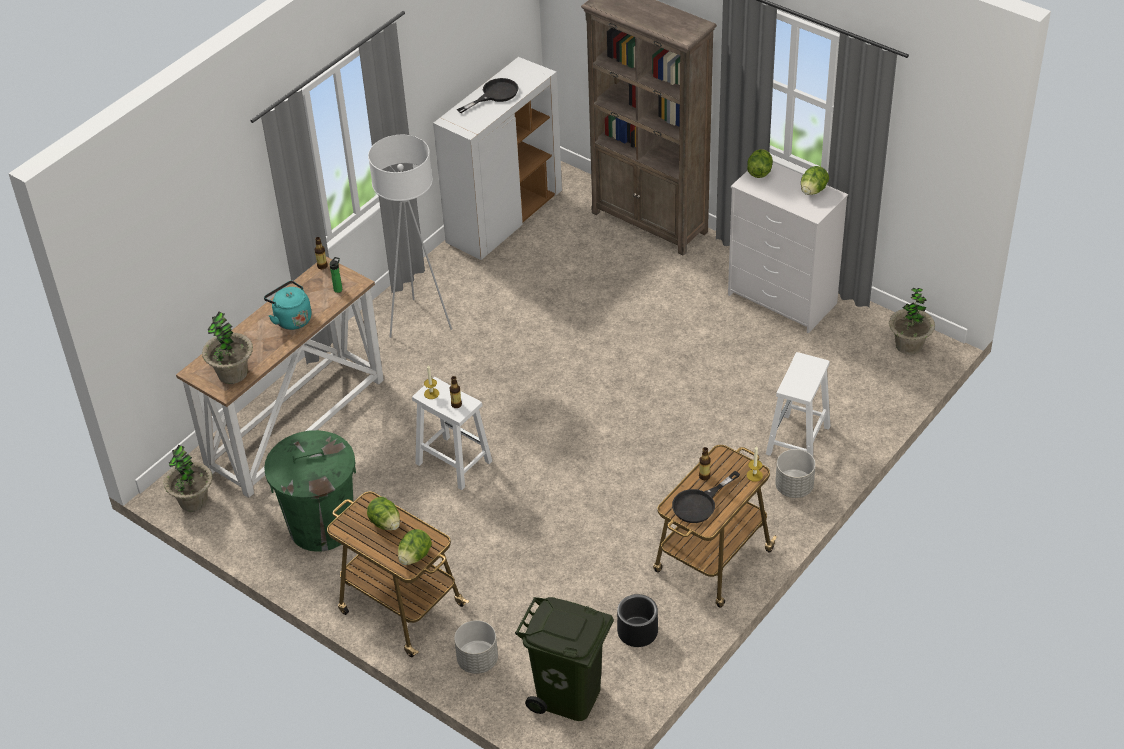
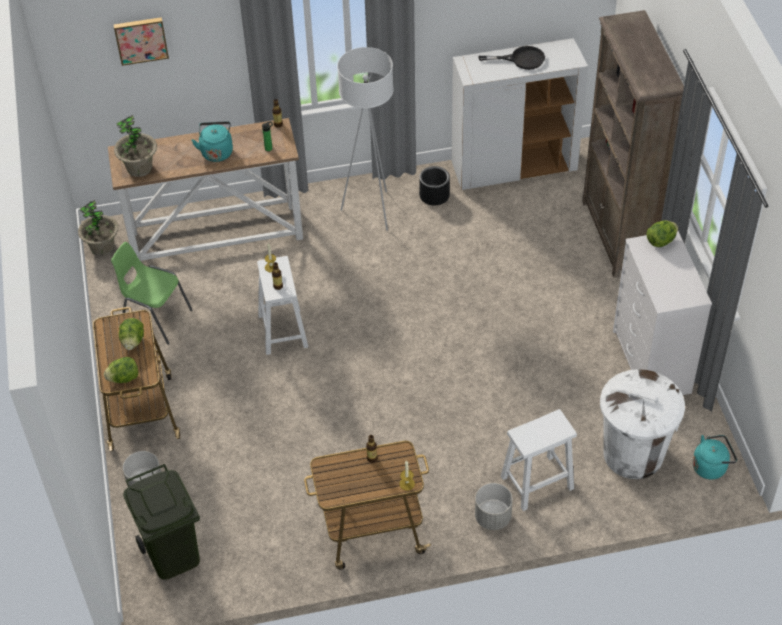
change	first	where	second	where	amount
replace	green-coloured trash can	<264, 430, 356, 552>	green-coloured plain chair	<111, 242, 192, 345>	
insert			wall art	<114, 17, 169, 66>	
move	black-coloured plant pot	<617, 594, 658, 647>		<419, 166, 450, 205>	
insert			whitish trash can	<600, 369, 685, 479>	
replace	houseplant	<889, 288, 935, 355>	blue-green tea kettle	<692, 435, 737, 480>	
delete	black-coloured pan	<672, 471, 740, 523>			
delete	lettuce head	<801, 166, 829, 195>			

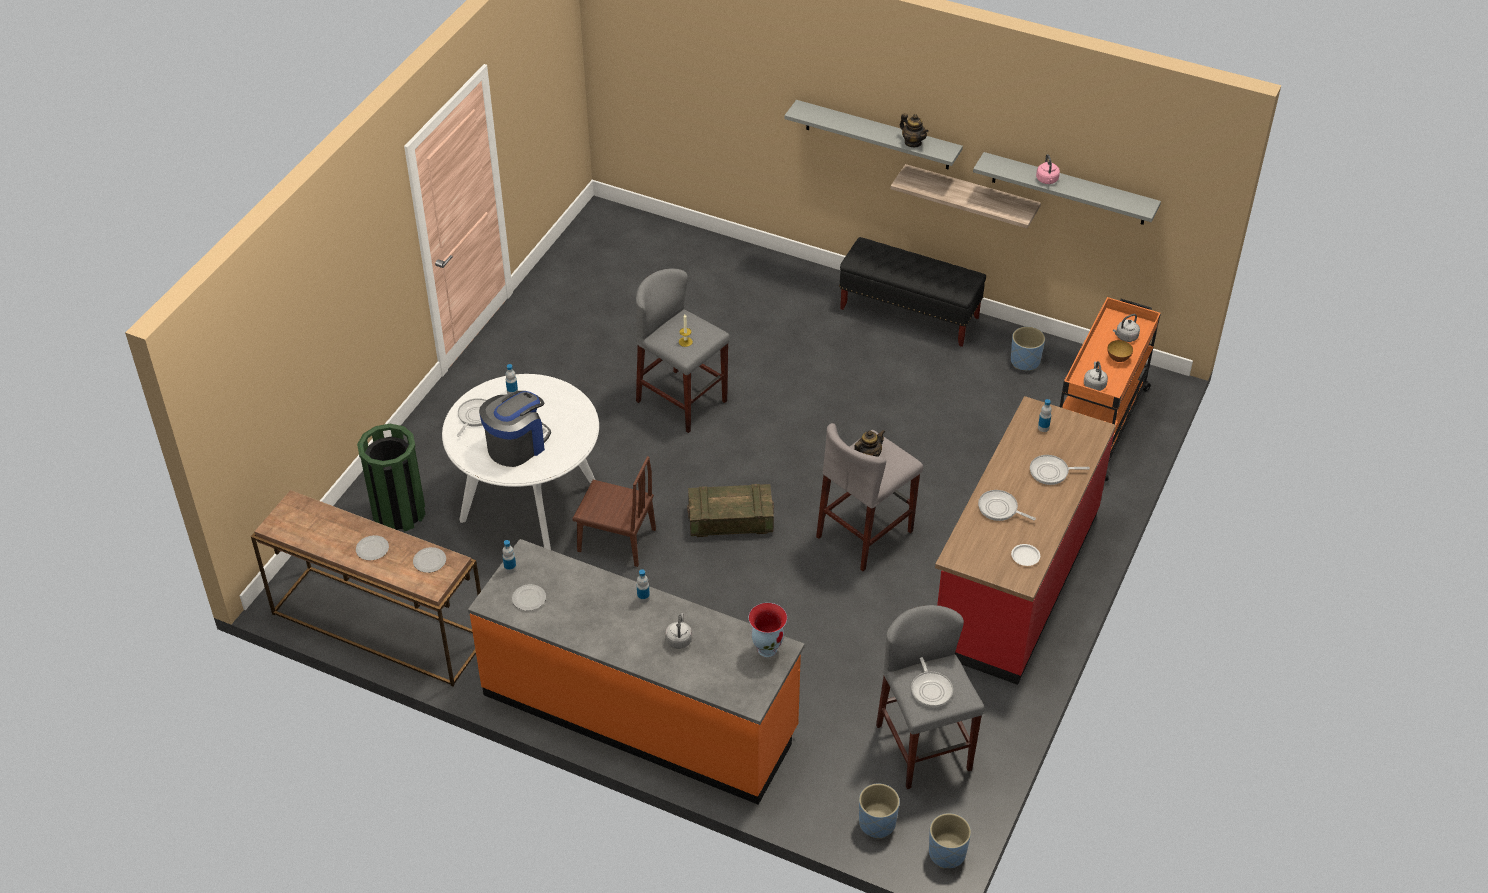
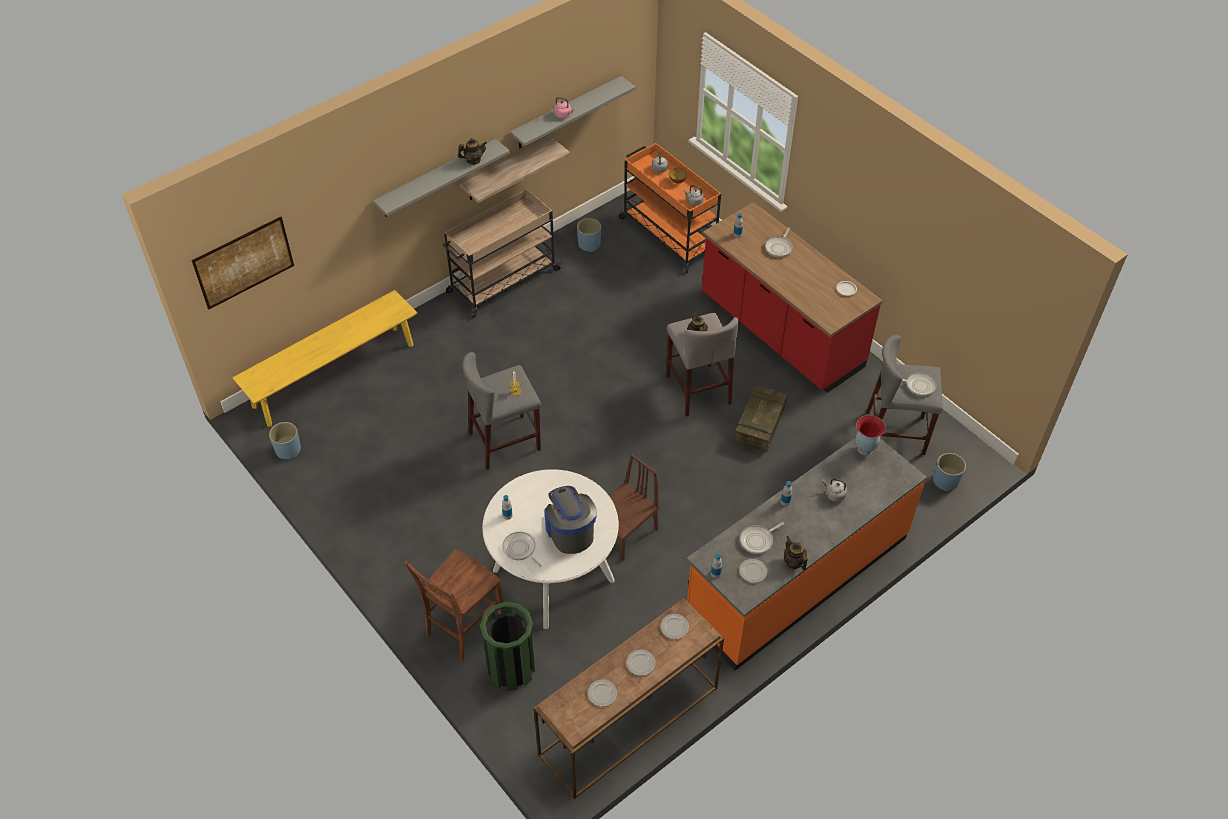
change	first	where	second	where	amount
insert			wall art	<192, 217, 294, 309>	
insert			yellow long seat	<232, 290, 417, 427>	
move	blue-coloured plant pot	<929, 813, 971, 869>		<269, 422, 301, 459>	
insert			brownish plain chair	<404, 549, 503, 662>	
replace	black-coloured long seat	<839, 237, 986, 347>	sand-coloured trolley	<443, 189, 562, 318>	
insert			plate	<587, 679, 617, 707>	
move	packing crate	<687, 484, 774, 537>		<734, 385, 788, 452>	
move	pan	<978, 490, 1036, 521>		<740, 522, 784, 554>	
insert			pot for tea	<784, 536, 808, 570>	

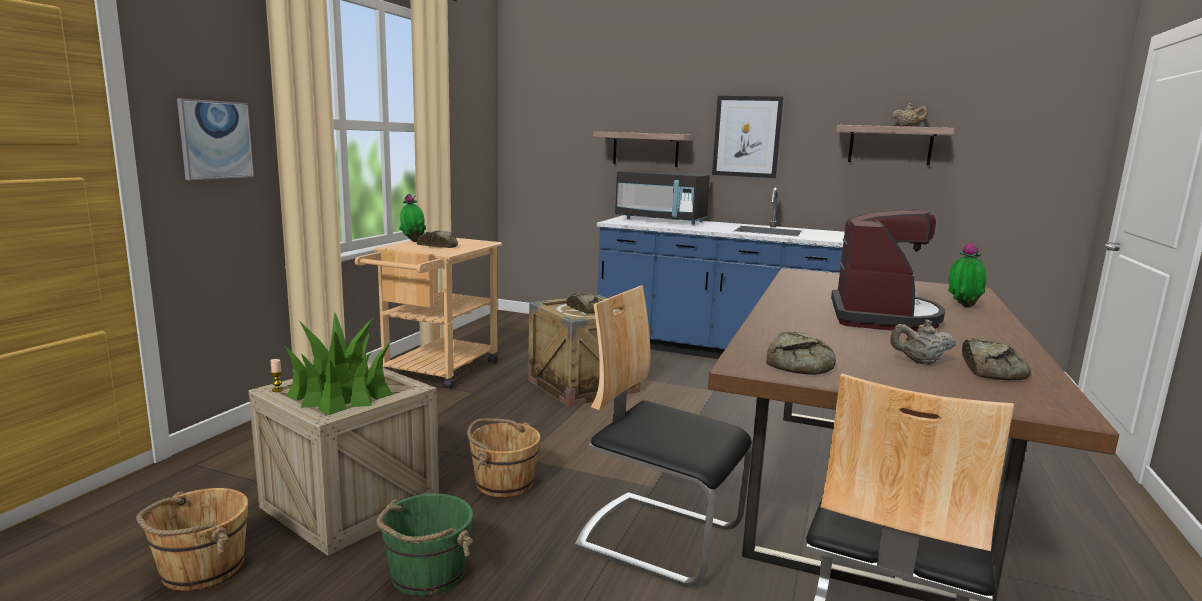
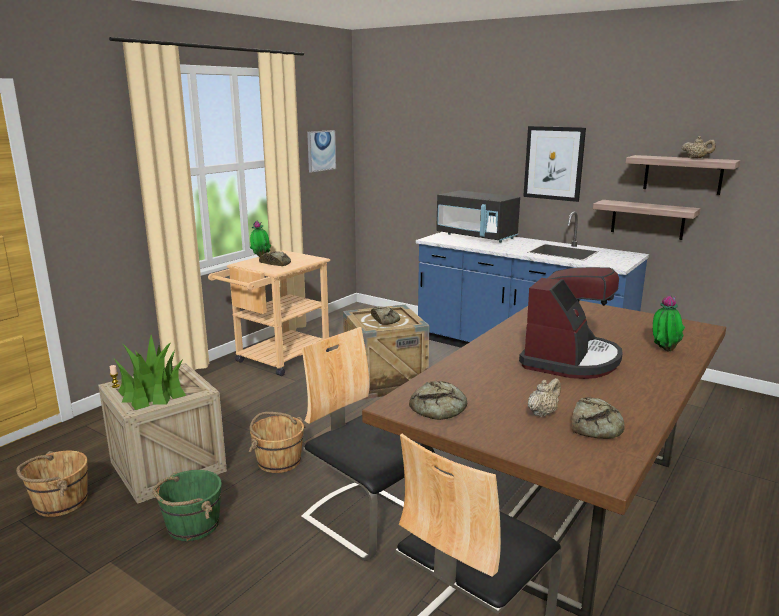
change	first	where	second	where	amount
move	wall art	<177, 98, 254, 180>		<307, 130, 336, 172>	
rotate	sand-coloured pot for tea	<890, 320, 955, 365>		<528, 378, 561, 417>	120 degrees clockwise
move	wall shelf	<593, 131, 691, 167>		<593, 200, 701, 240>	

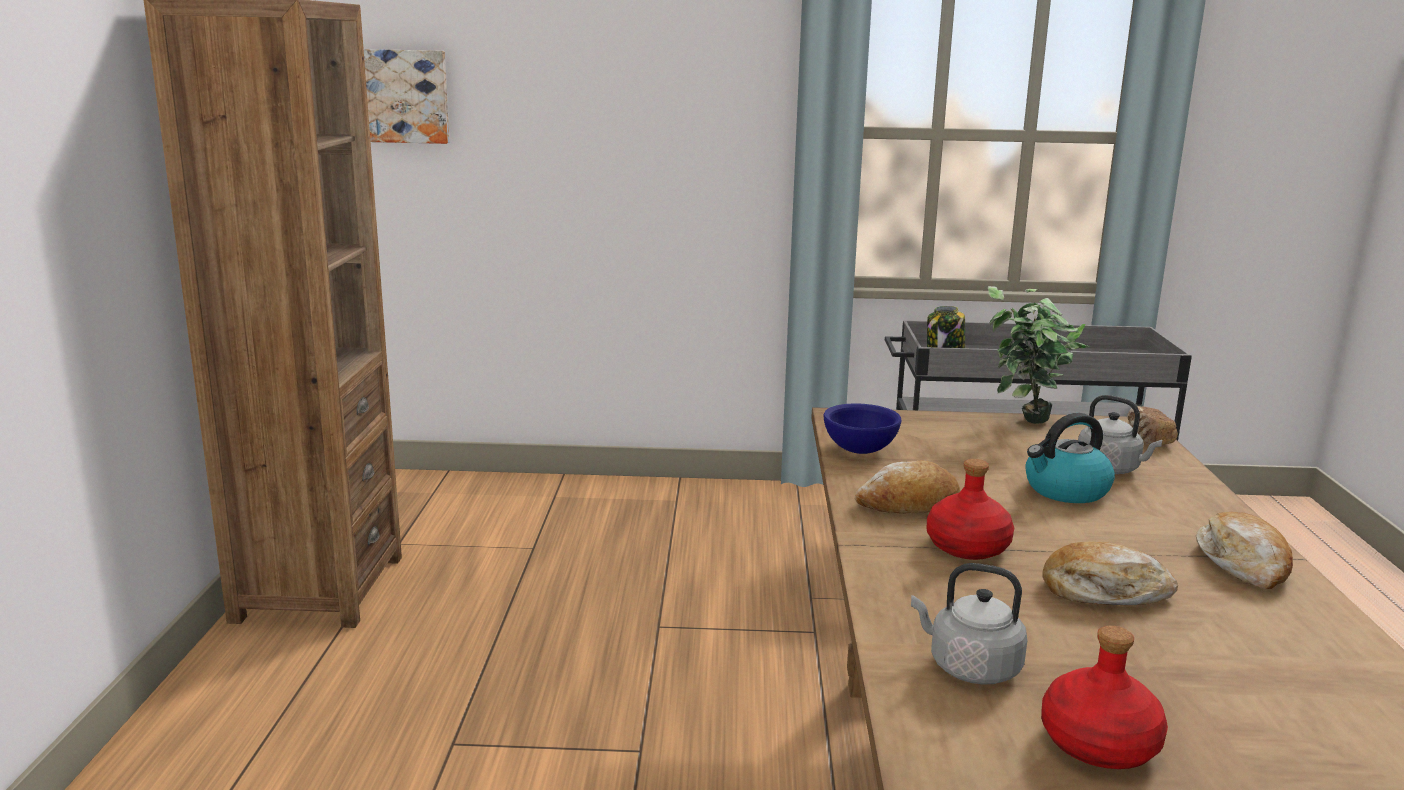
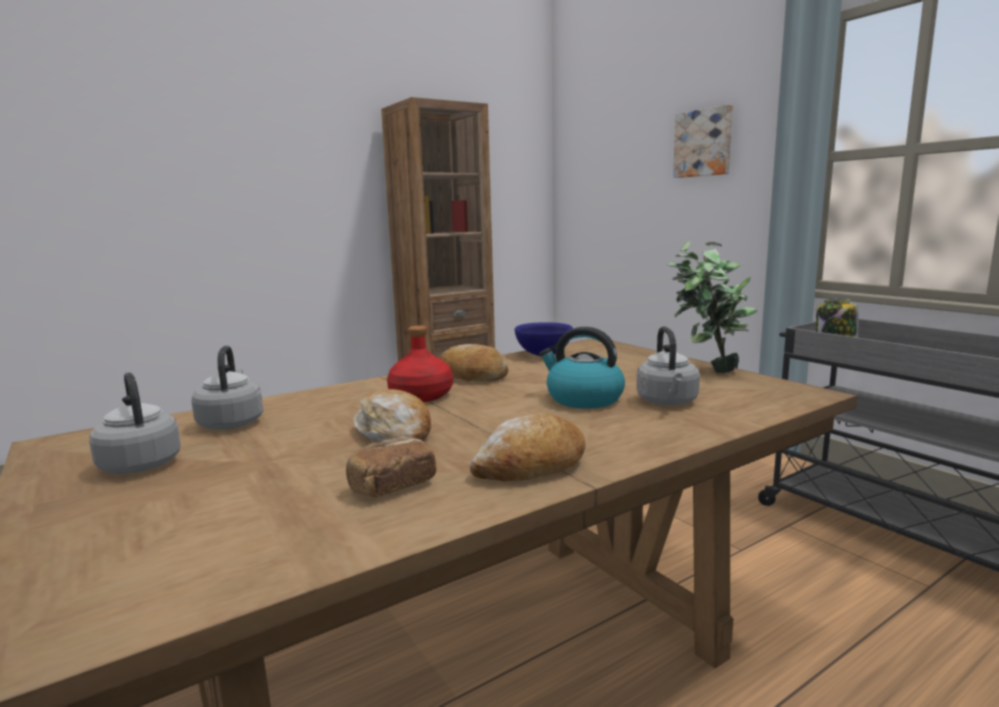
change	first	where	second	where	amount
replace	reddish bottle	<1041, 626, 1168, 769>	gray tea kettle	<89, 372, 181, 474>	
move	bakery bread	<1127, 406, 1178, 445>		<346, 438, 437, 497>	
move	wall art	<364, 49, 450, 144>		<673, 104, 733, 178>	

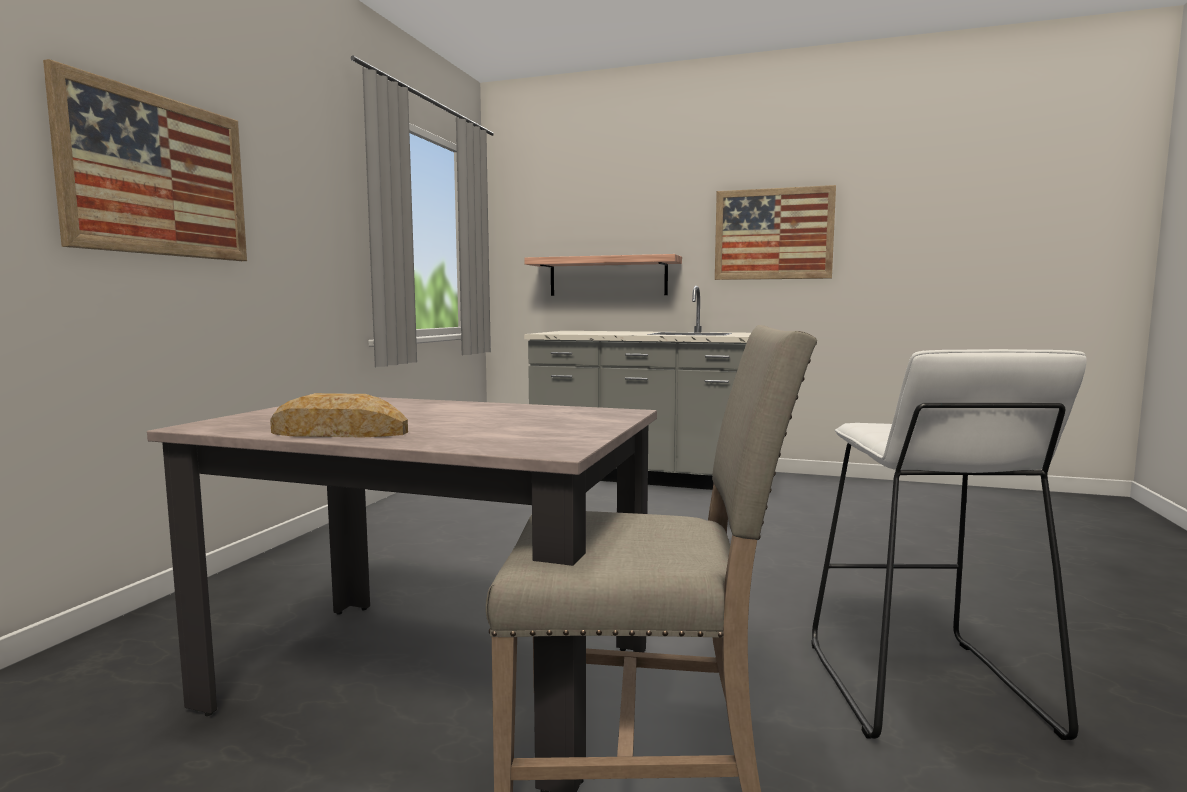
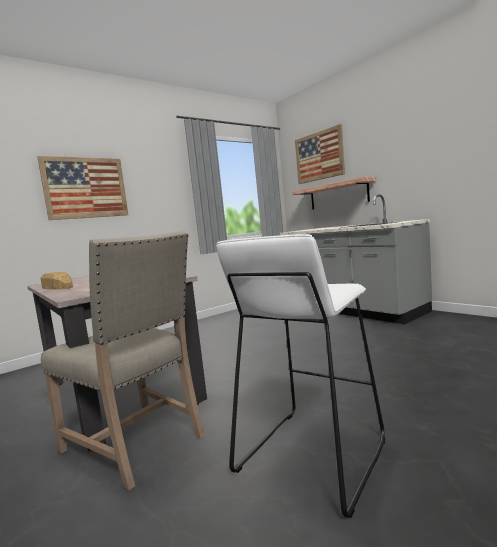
change	first	where	second	where	amount
move	wall art	<715, 185, 836, 280>		<295, 124, 345, 184>	

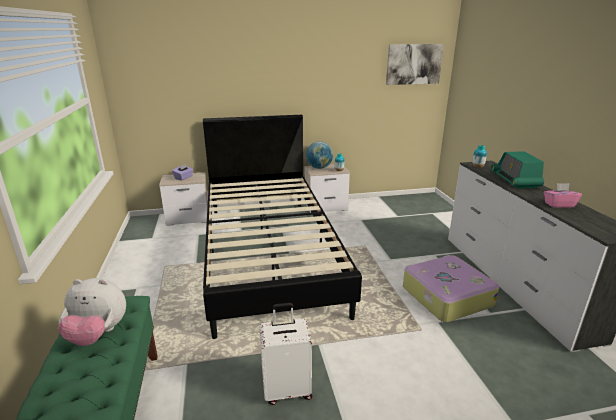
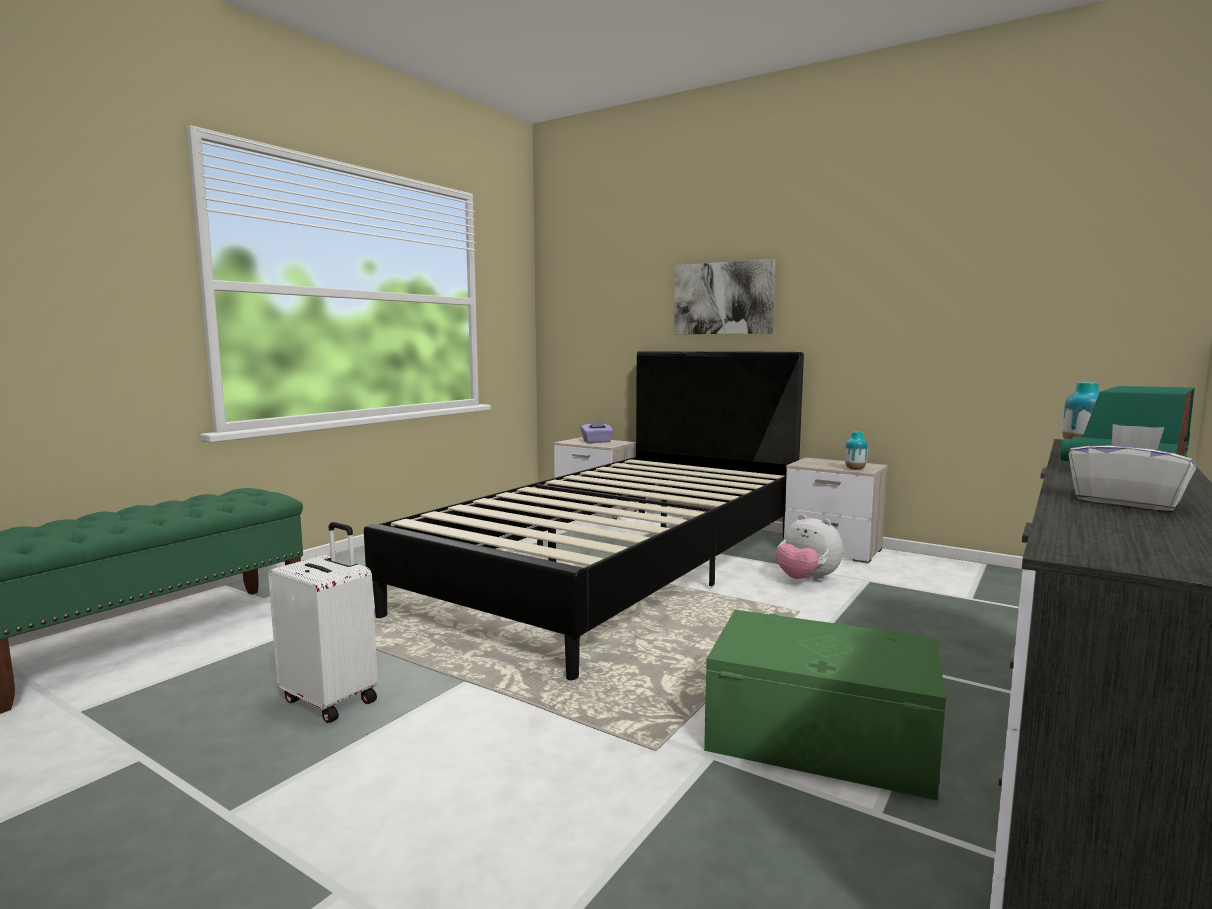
change	first	where	second	where	amount
move	wall art	<386, 44, 444, 85>		<674, 259, 776, 334>	
replace	suitcase	<403, 255, 499, 322>	green-coloured storage container	<704, 610, 946, 800>	
move	soft toy	<58, 278, 126, 346>		<775, 514, 843, 581>	
recolor	pinkish box of tissues	<544, 183, 582, 208>	whitish box of tissues	<1068, 424, 1196, 511>	
delete	world globe	<306, 141, 333, 169>			

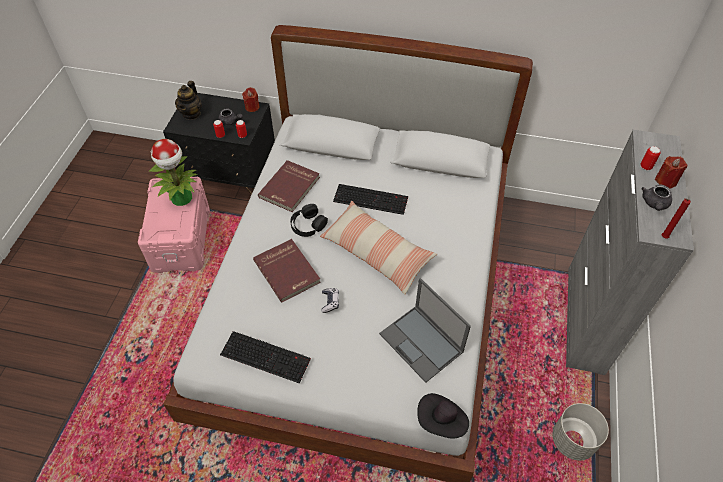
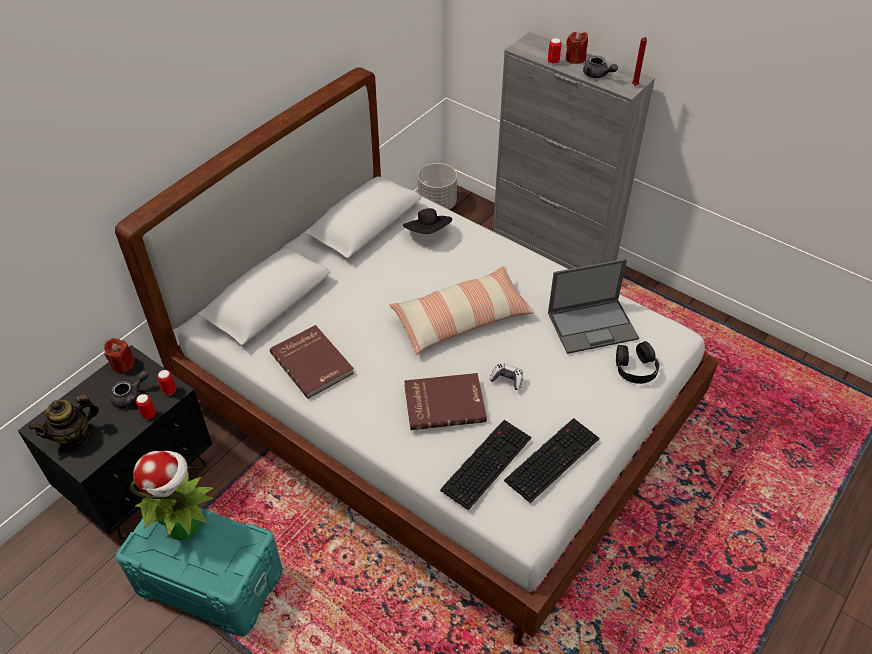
change	first	where	second	where	amount
rotate	pot for tea	<175, 81, 202, 120>		<29, 394, 99, 450>	105 degrees clockwise
recolor	pinkish storage container	<138, 177, 210, 273>	blue-green storage container	<116, 507, 283, 636>	
move	black-coloured wearable hat	<417, 393, 469, 439>		<403, 208, 452, 234>	
move	gray plant pot	<553, 403, 609, 460>		<418, 163, 457, 209>	
move	keyboard	<333, 184, 408, 215>		<440, 420, 531, 510>	
move	black-coloured pair of headphones	<290, 204, 328, 237>		<616, 341, 659, 384>	

